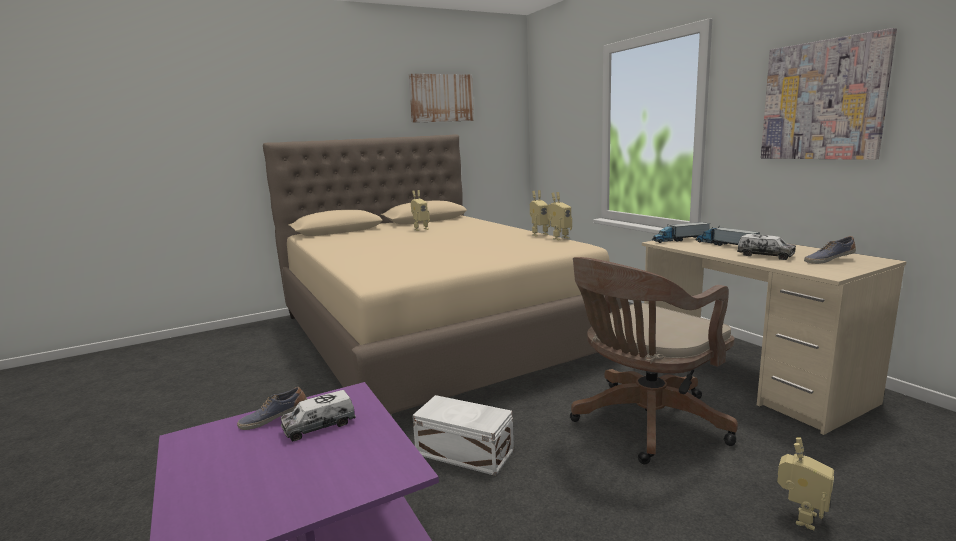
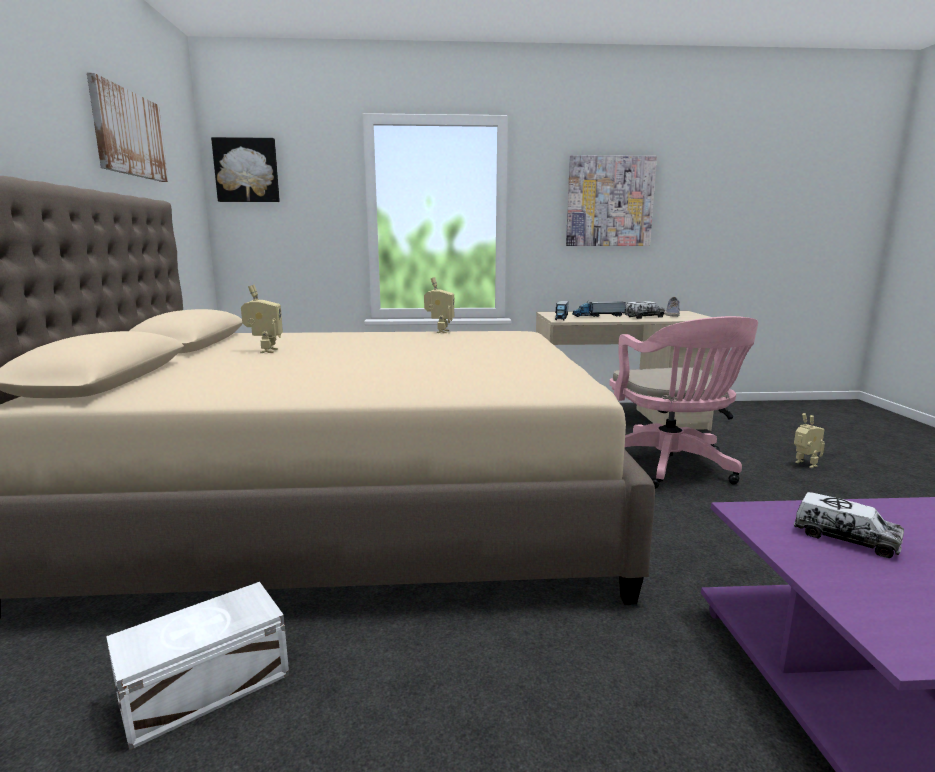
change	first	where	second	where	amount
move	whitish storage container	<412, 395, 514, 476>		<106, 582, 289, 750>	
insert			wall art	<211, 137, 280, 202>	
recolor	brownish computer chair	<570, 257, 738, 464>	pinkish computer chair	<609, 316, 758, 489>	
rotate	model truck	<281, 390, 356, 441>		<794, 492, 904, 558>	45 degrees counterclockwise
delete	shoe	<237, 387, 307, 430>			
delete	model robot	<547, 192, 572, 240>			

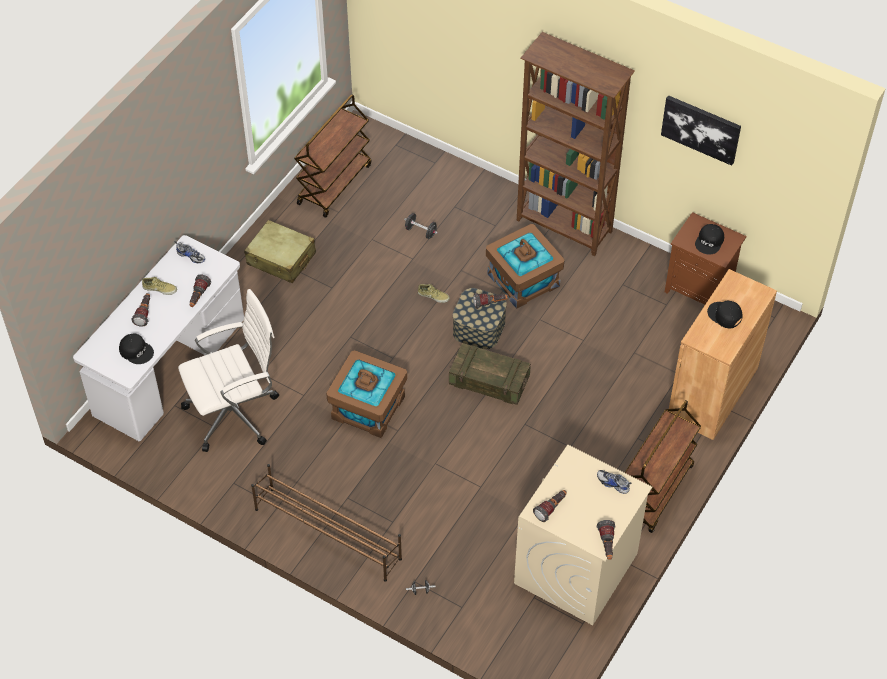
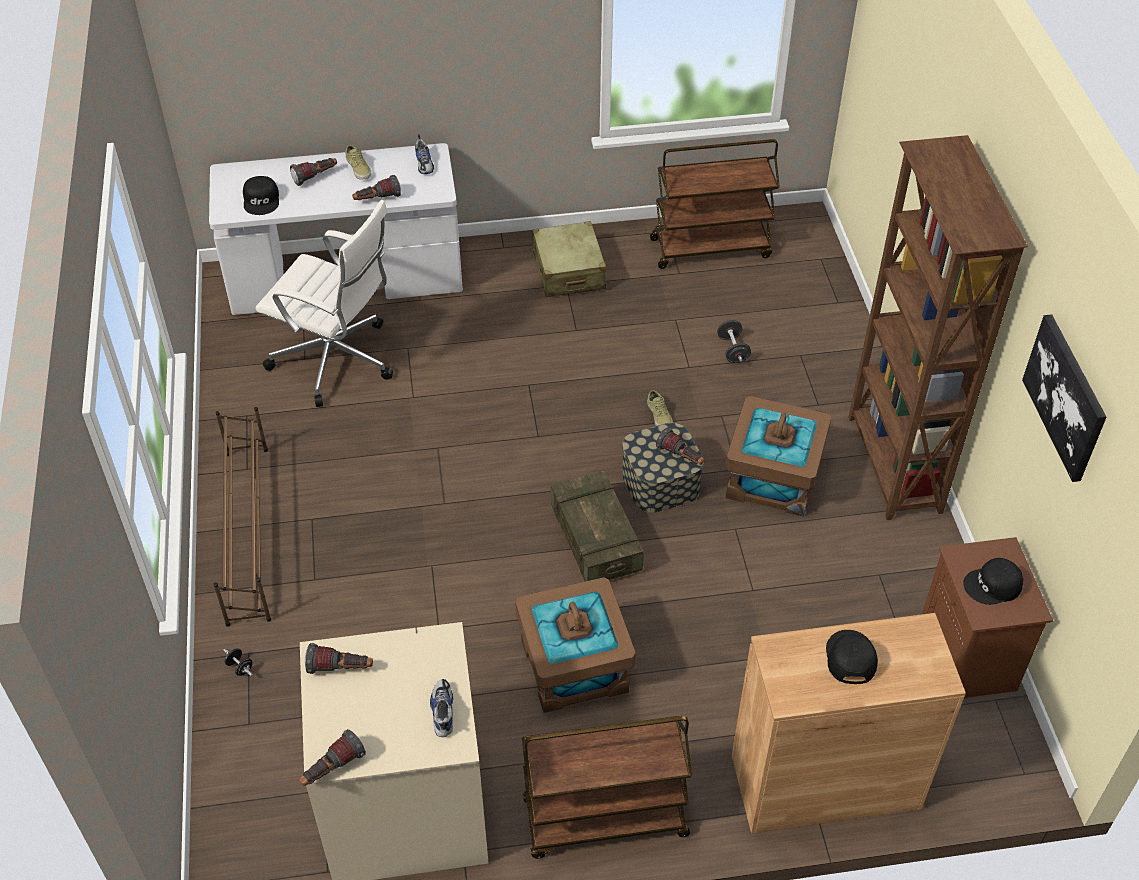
change	first	where	second	where	amount
move	brownish storage container	<326, 350, 407, 438>		<515, 577, 636, 713>	

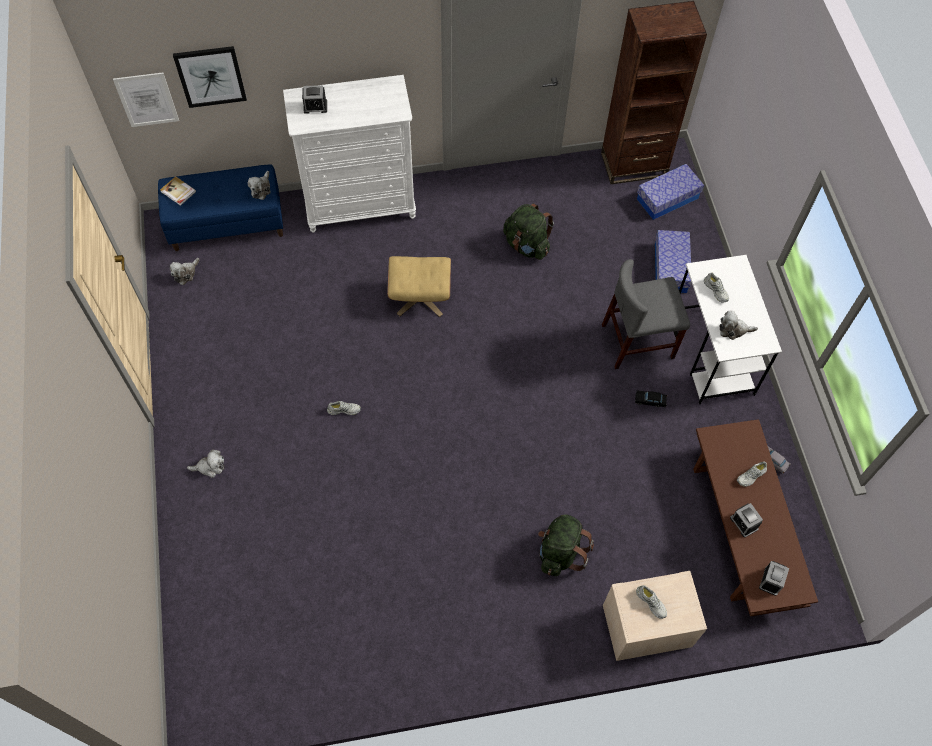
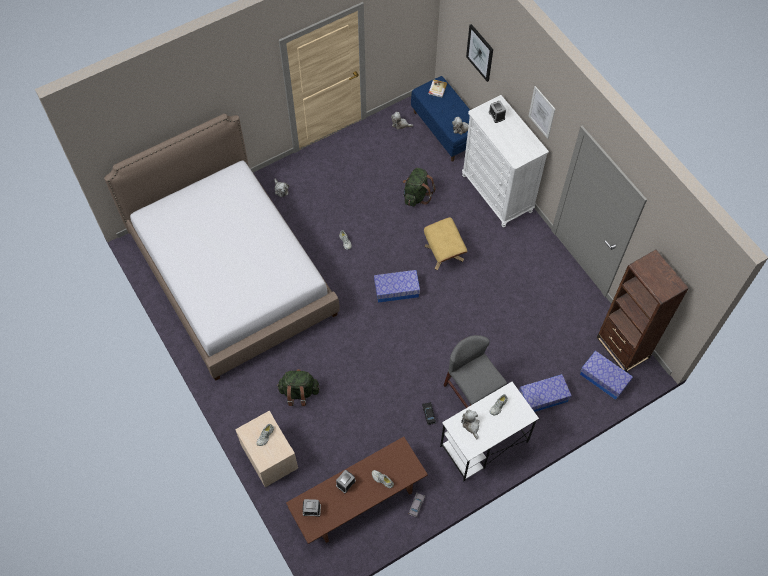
change	first	where	second	where	amount
insert			bedroom bed	<104, 114, 340, 380>	
insert			storage container	<374, 270, 420, 303>	
move	green-coloured knapsack	<503, 203, 554, 260>		<403, 168, 436, 206>	
move	wall art	<113, 72, 179, 127>		<529, 86, 555, 139>	

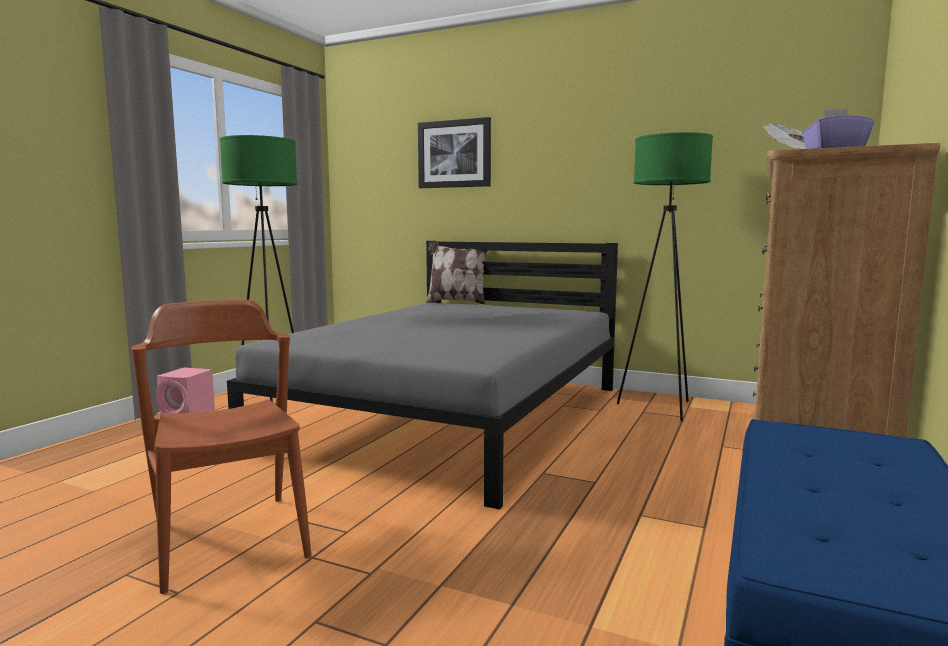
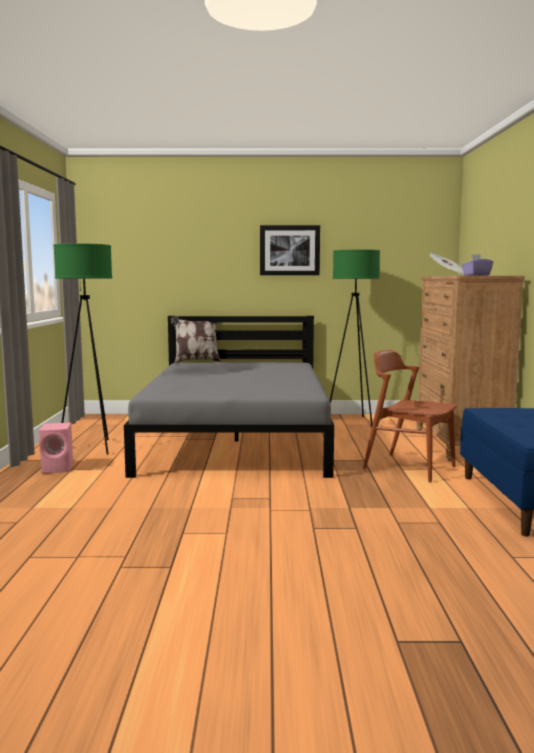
change	first	where	second	where	amount
move	wall art	<418, 117, 491, 188>		<260, 225, 320, 275>	
move	brownish plain chair	<131, 300, 312, 594>		<363, 350, 457, 483>	

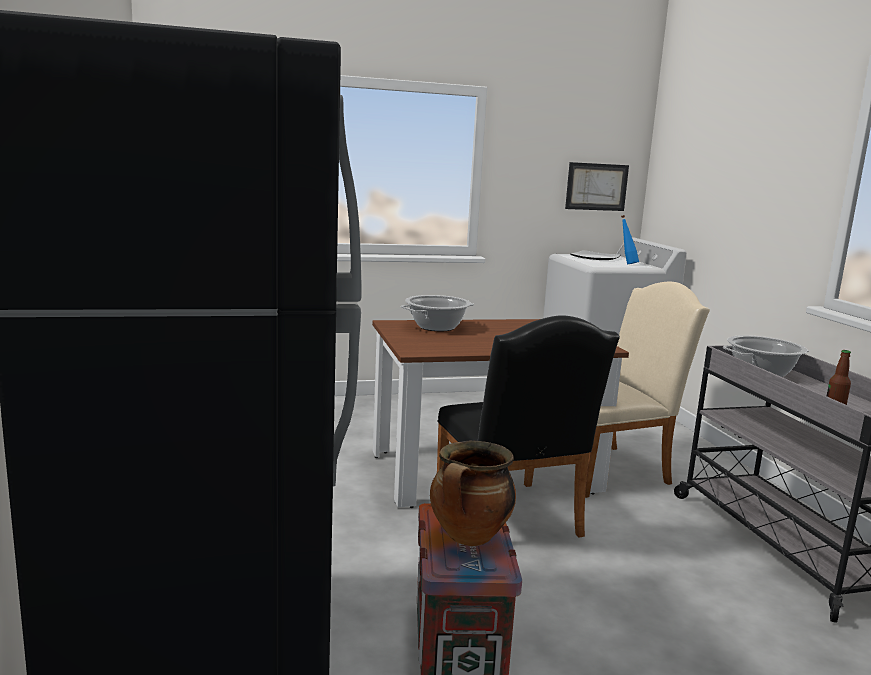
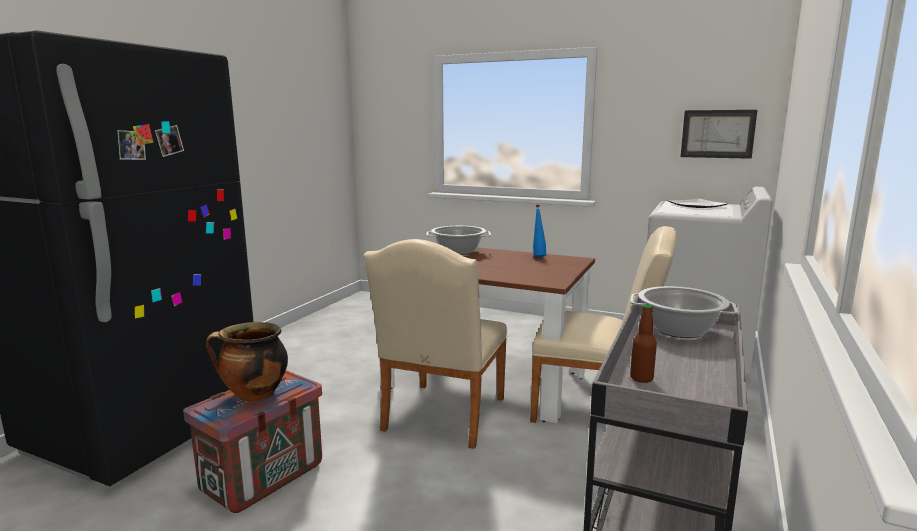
change	first	where	second	where	amount
recolor	black-coloured plain chair	<437, 315, 620, 538>	sand-coloured plain chair	<363, 239, 508, 449>	
move	blue-coloured bottle	<621, 215, 639, 265>		<533, 205, 546, 257>	

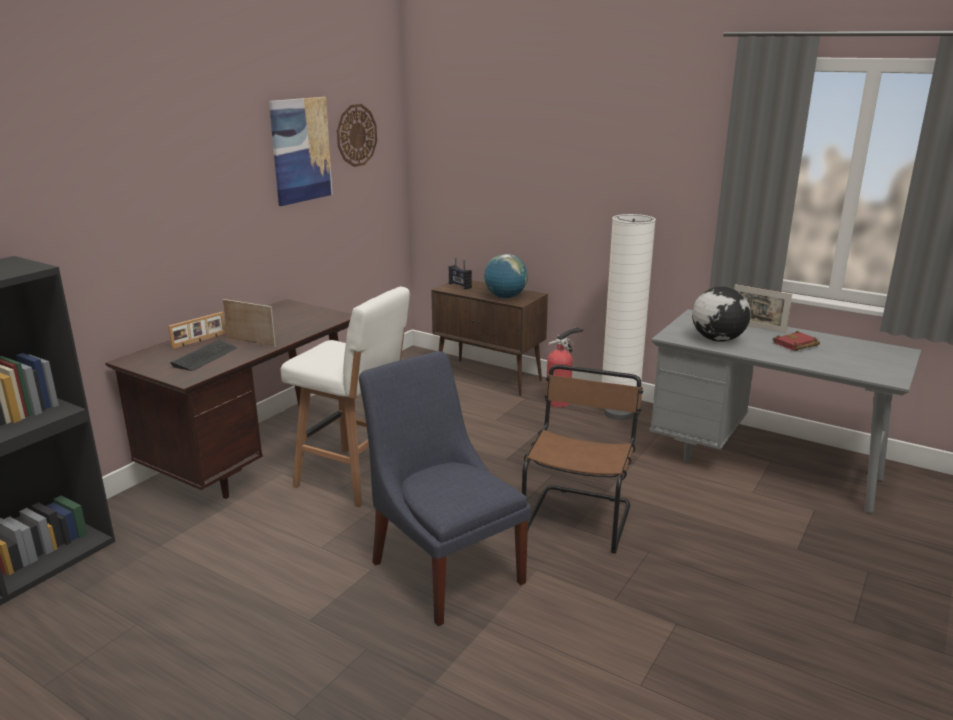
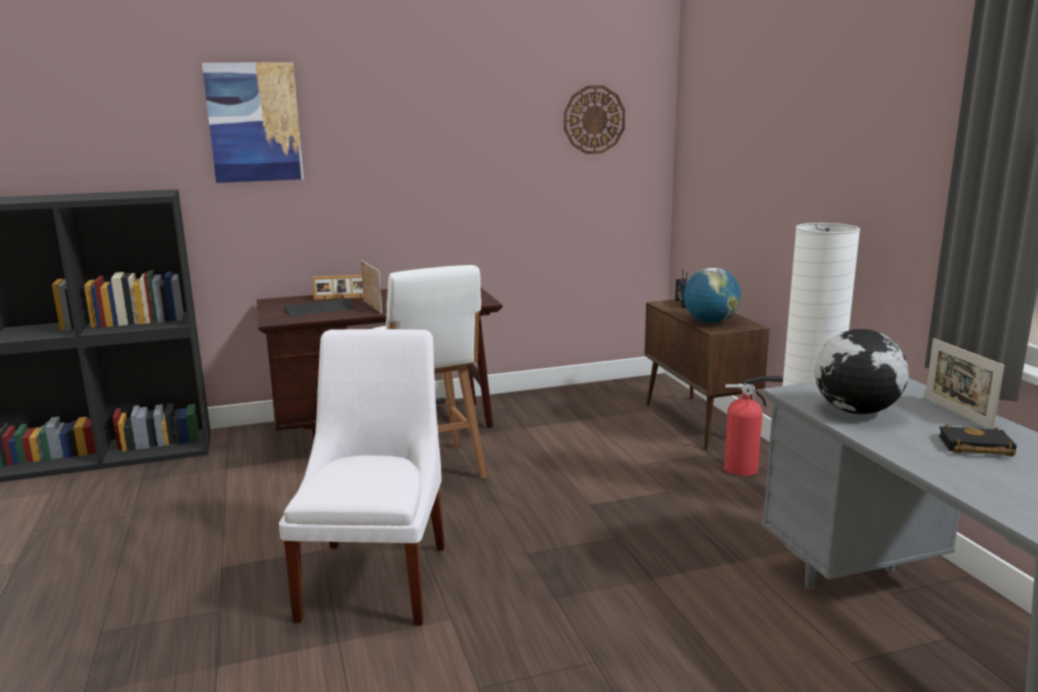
change	first	where	second	where	amount
move	wall art	<269, 97, 333, 206>		<202, 62, 304, 183>	
recolor	blue-coloured plain chair	<359, 351, 531, 626>	whitish plain chair	<279, 329, 445, 626>	
recolor	reddish volume	<773, 331, 820, 351>	black-coloured volume	<938, 424, 1017, 457>	
delete	brownish plain chair	<522, 365, 643, 554>			

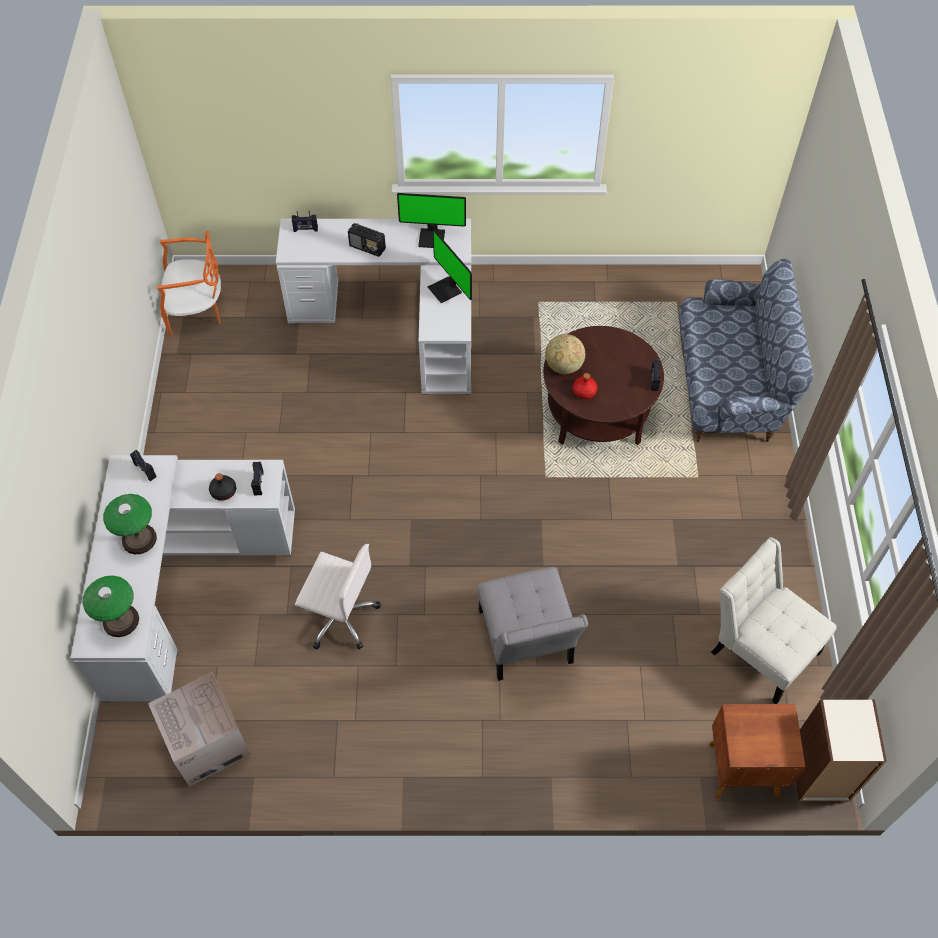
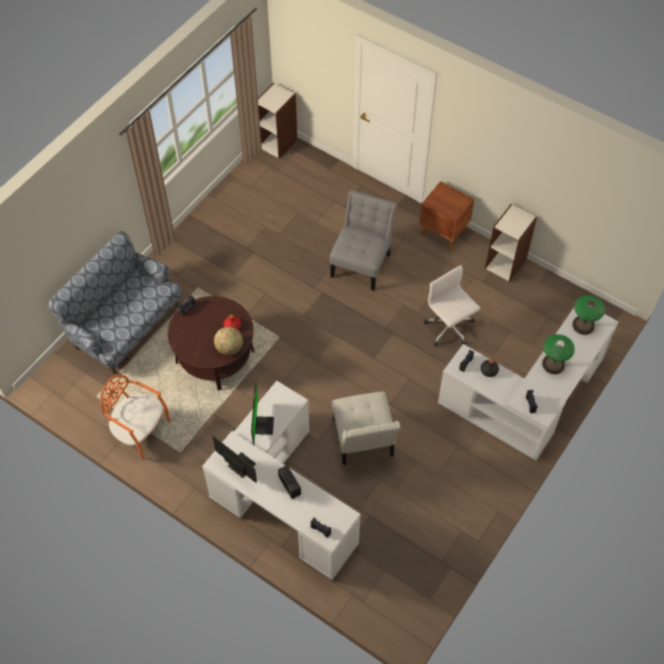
change	first	where	second	where	amount
move	orange-coloured plain chair	<157, 231, 222, 337>		<100, 374, 170, 459>	
move	whitish plain chair	<711, 537, 837, 704>		<332, 391, 400, 465>	
move	brownish nightstand	<709, 704, 805, 799>		<419, 181, 475, 252>	
insert			bookcase	<485, 204, 537, 282>	
delete	cardboard box	<148, 672, 251, 787>			

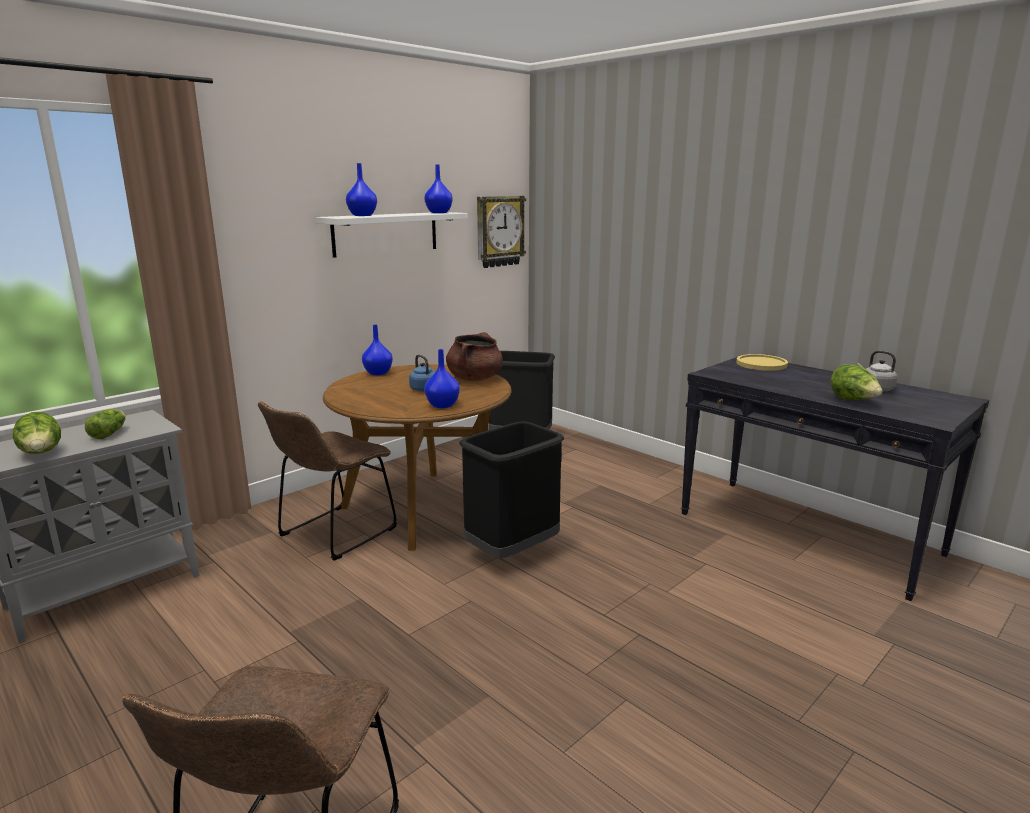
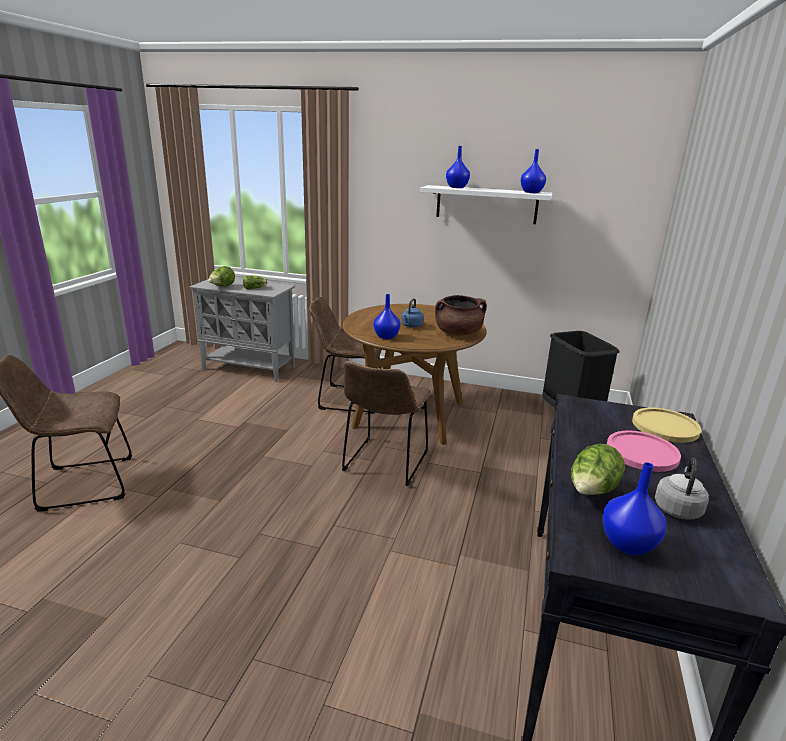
change	first	where	second	where	amount
replace	black-coloured trash can	<459, 421, 564, 559>	brownish plain chair	<342, 361, 432, 486>	
move	blue-coloured vase	<362, 325, 393, 375>		<602, 462, 666, 555>	
insert			pinkish plate	<607, 431, 681, 472>	
delete	wall clock	<477, 196, 526, 268>			

